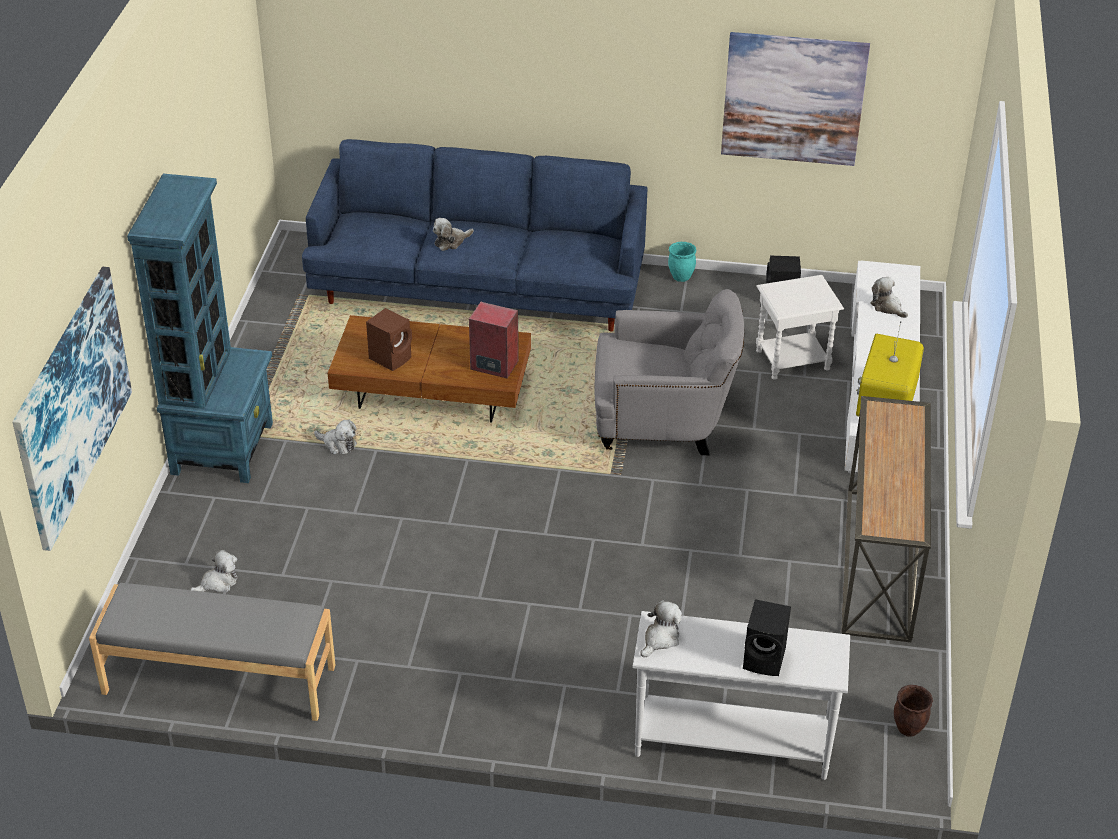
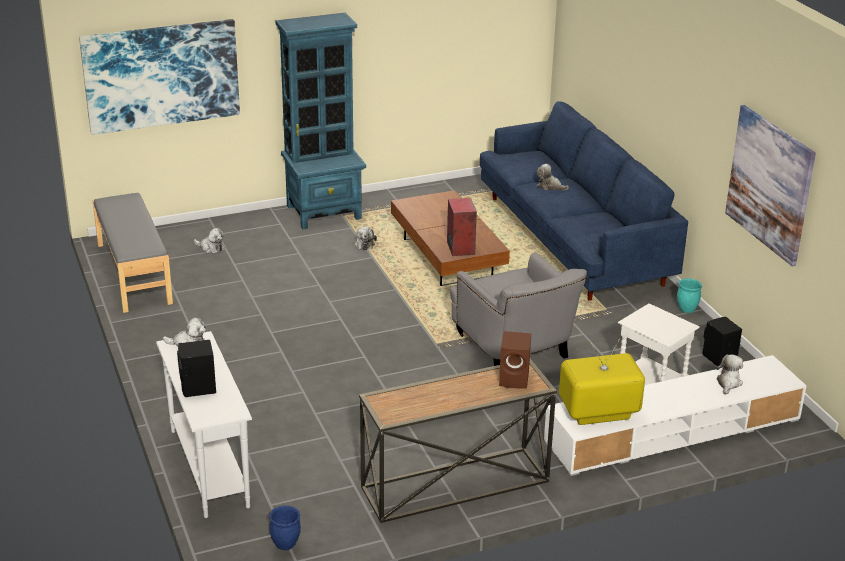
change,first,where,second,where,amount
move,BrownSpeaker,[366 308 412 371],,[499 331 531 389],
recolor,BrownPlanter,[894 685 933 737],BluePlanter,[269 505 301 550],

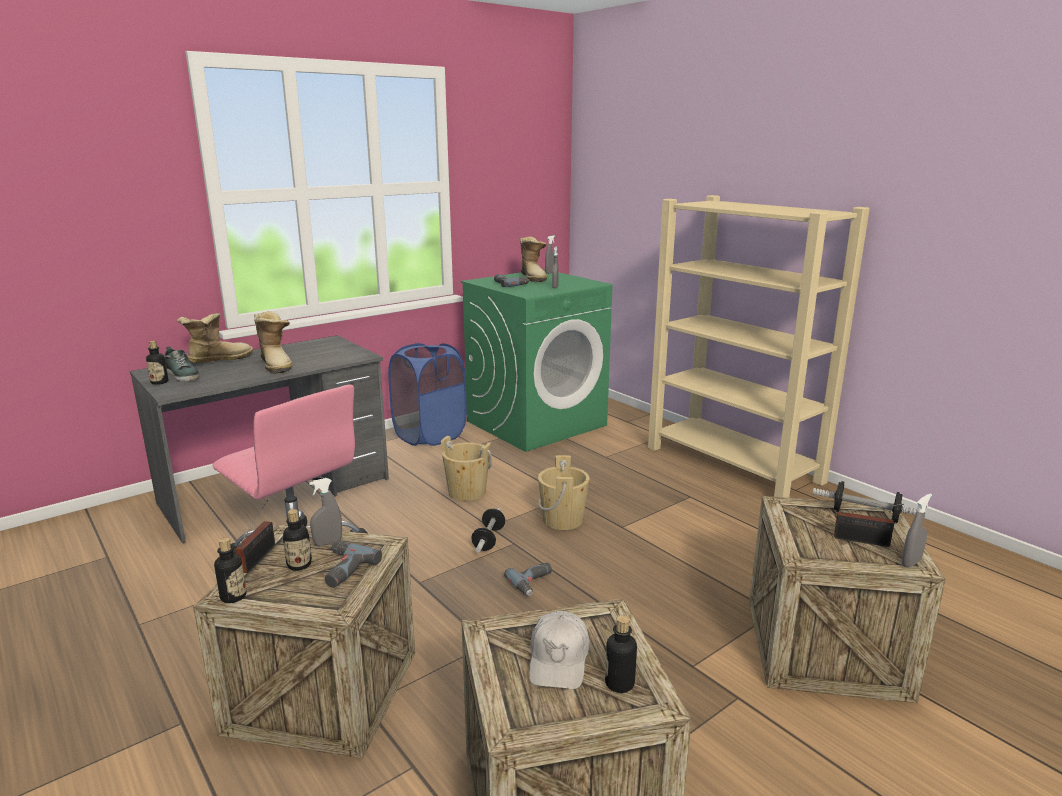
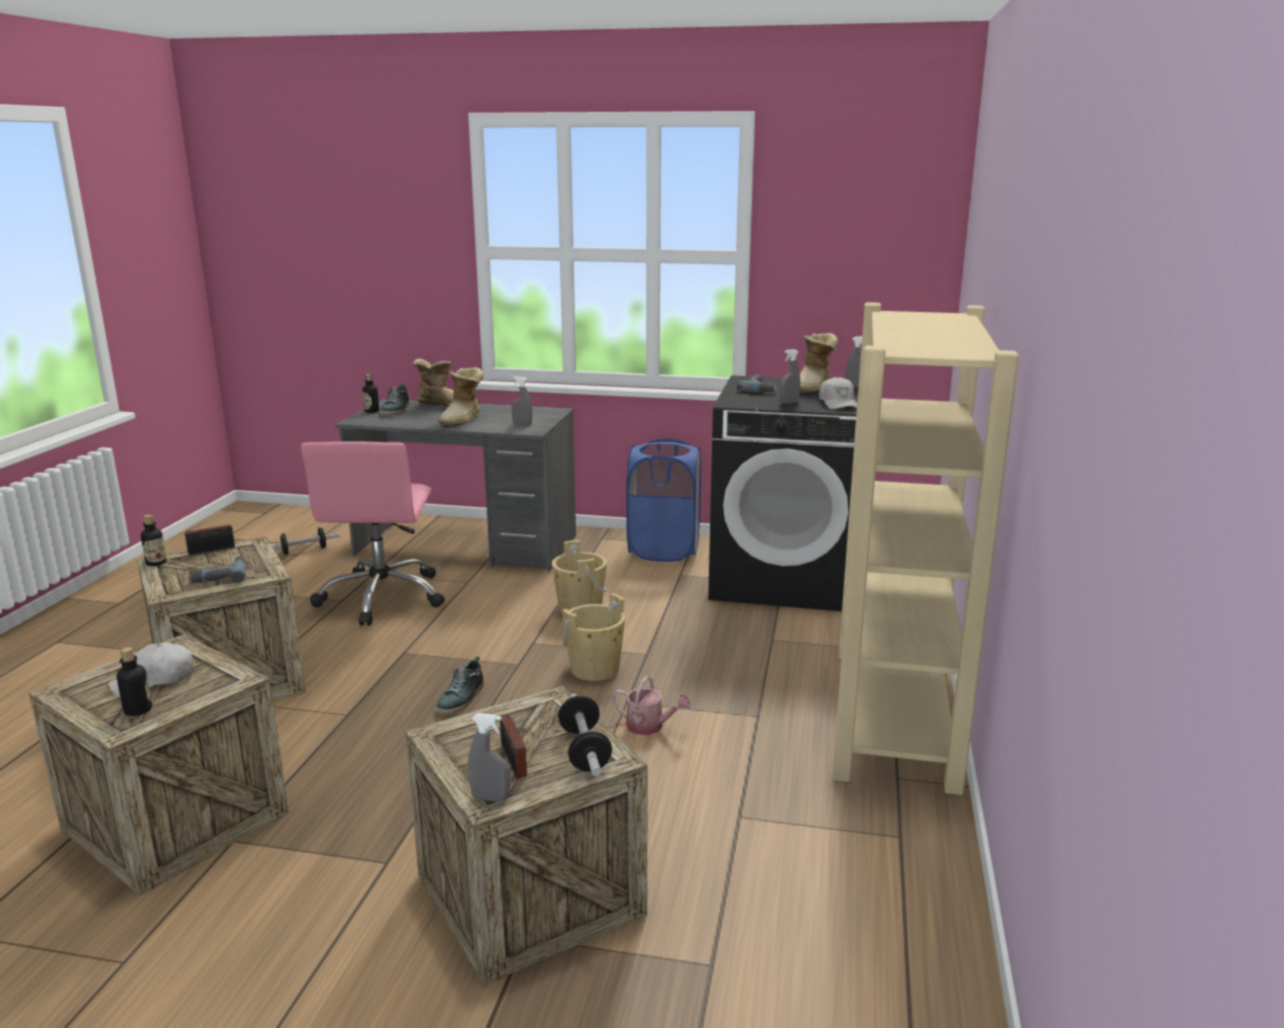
change,first,where,second,where,amount
delete,Bottle,[283 509 312 571],,,
insert,,,WateringCan,[612 676 691 735],
insert,,,WhiteCap,[819 377 857 409],
move,GreySprayBottle,[309 478 342 546],,[511 376 532 425],
move,Dumbbell,[471 508 505 552],,[271 527 340 555],
replace,PowerDrill,[504 562 552 596],Shoe,[436 656 484 715],
recolor,GreenWashingMachine,[461 269 613 452],BlackWashingMachine,[708 375 858 611],

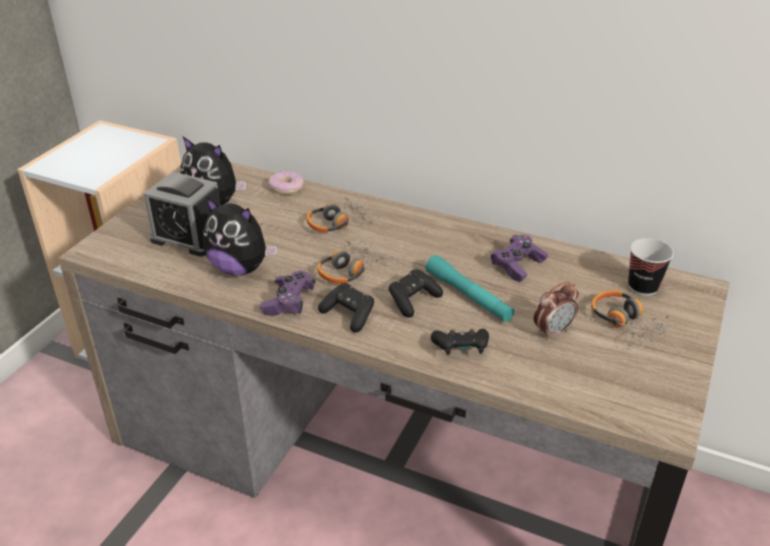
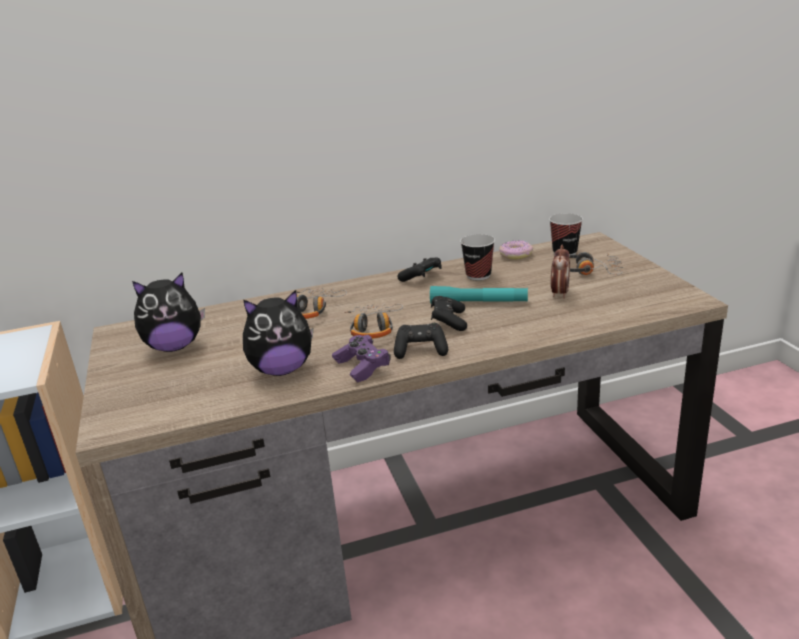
change,first,where,second,where,amount
delete,AlarmClock,[143 172 220 257],,,
move,Donut,[268 171 304 195],,[499 240 533 260],
move,BlackGameController,[431 329 489 355],,[398 258 442 282],
replace,PurpleGameController,[491 235 548 282],Cup,[460 234 495 280],

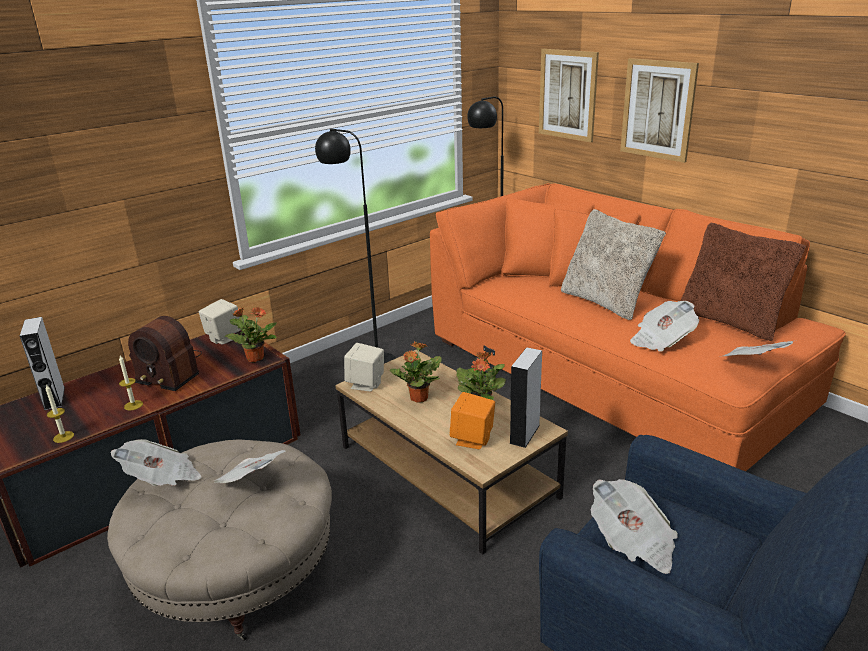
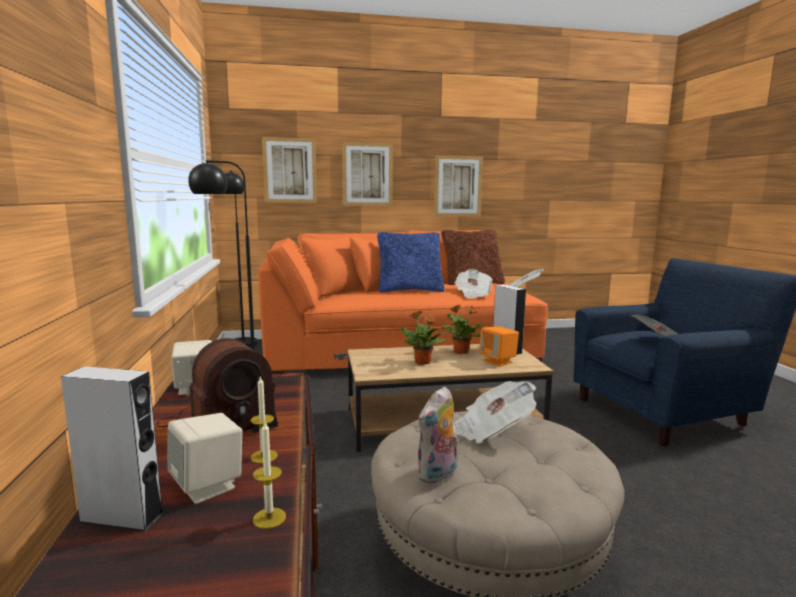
change,first,where,second,where,amount
delete,PottedPlant,[225 307 277 362],,,
insert,,,Picture,[434 155 483 217],
move,BeigeSpeaker,[344 343 384 392],,[167 413 242 504],
replace,Newspaper,[111 439 202 486],PlushToy,[417 386 459 484],
recolor,BeigePillow,[561 209 666 320],BluePillow,[377 232 444 292],

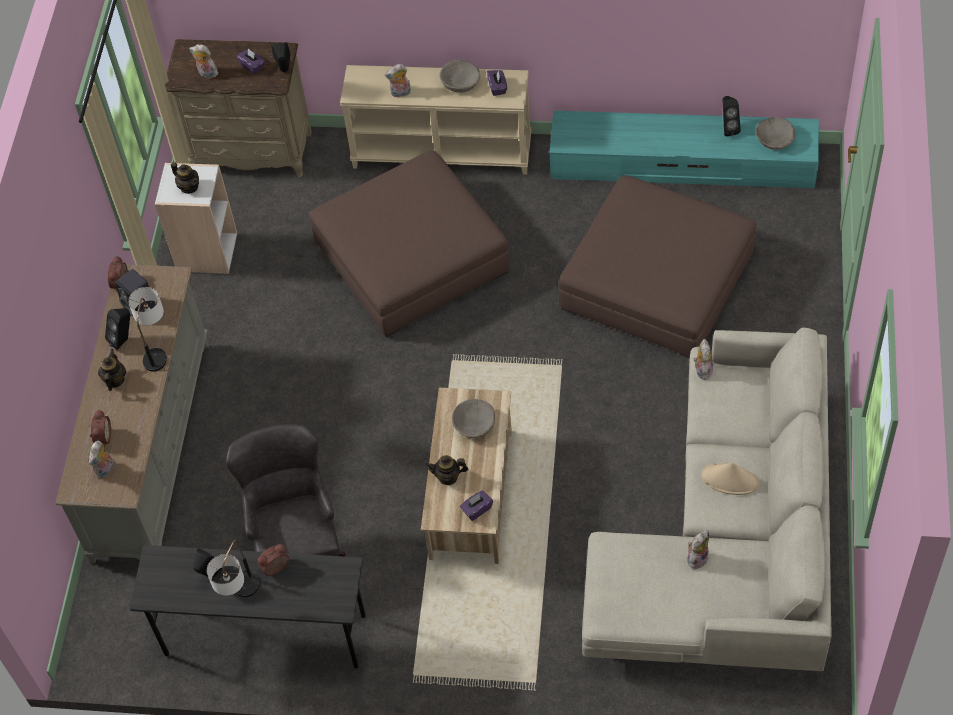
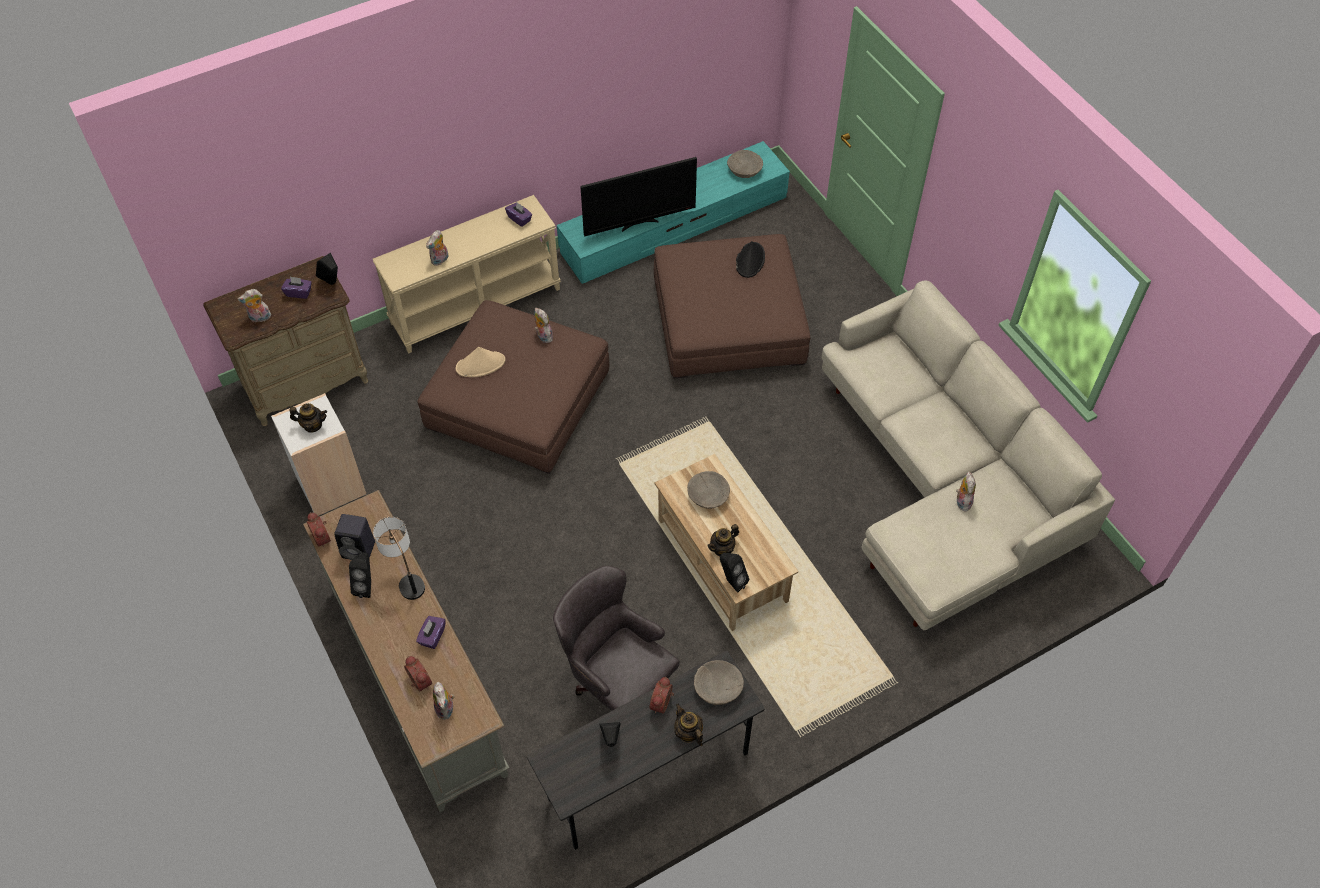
change,first,where,second,where,amount
delete,TableLamp,[207 539 260 597],,,
insert,,,Television,[580 157 697 236],
insert,,,BlackHat,[736 241 765 278],
move,Teapot,[98 349 126 391],,[674 704 703 746],
move,BeigeBowl,[440 60 480 92],,[694 660 744 705],
move,PurpleTissueBox,[460 491 493 521],,[416 616 445 649],
move,PlushToy,[693 339 713 380],,[534 308 553 343],
move,BeigeHat,[701 463 760 495],,[456 347 505 377],
move,BlackSpeaker,[723 96 741 136],,[720 553 749 593],

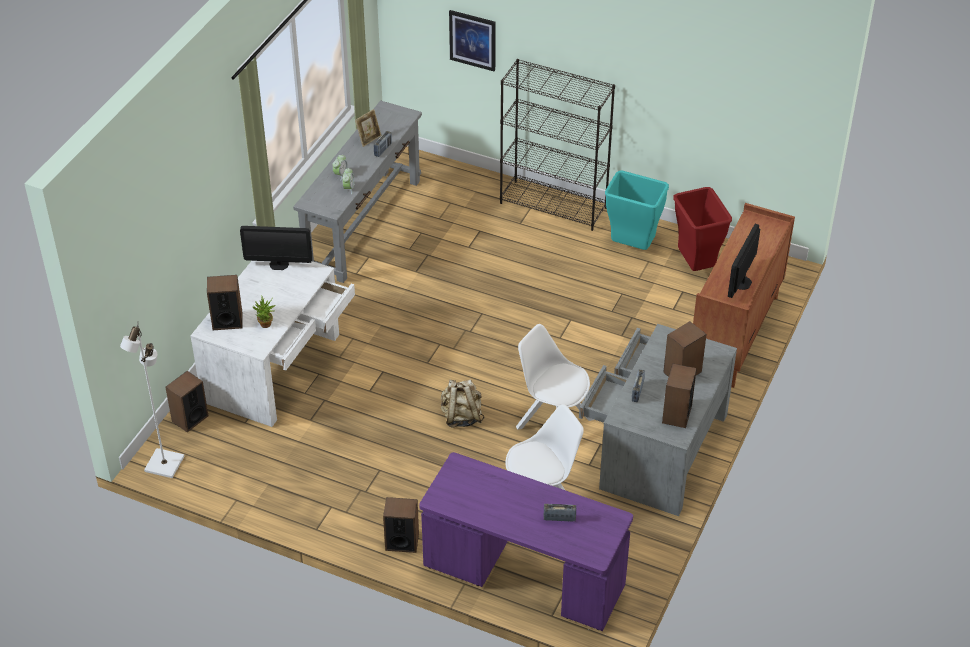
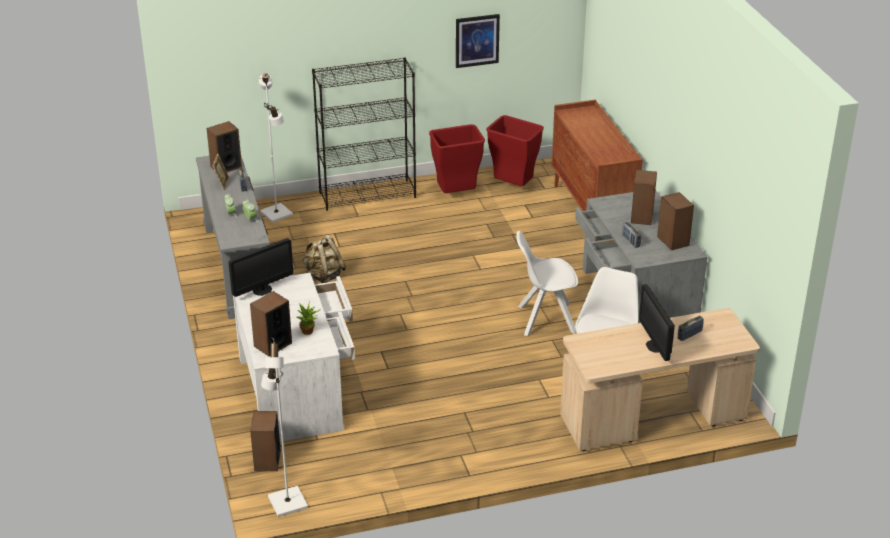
change,first,where,second,where,amount
insert,,,WhiteFloorLamp,[259 73 293 223],
move,Speaker,[383 497 419 553],,[207 121 242 172],
move,BeigeBackpack,[441 379 484 428],,[303 235 346 283],
move,Picture,[449 10 496 71],,[456 14 500 68],
move,Monitor,[728 224 760 298],,[639 284 675 361],
recolor,PurpleDesk,[419 452 633 631],BeigeDesk,[560 308 760 451],
recolor,TurquoiseTrashCan,[605 171 669 250],RedTrashCan,[429 124 485 193],

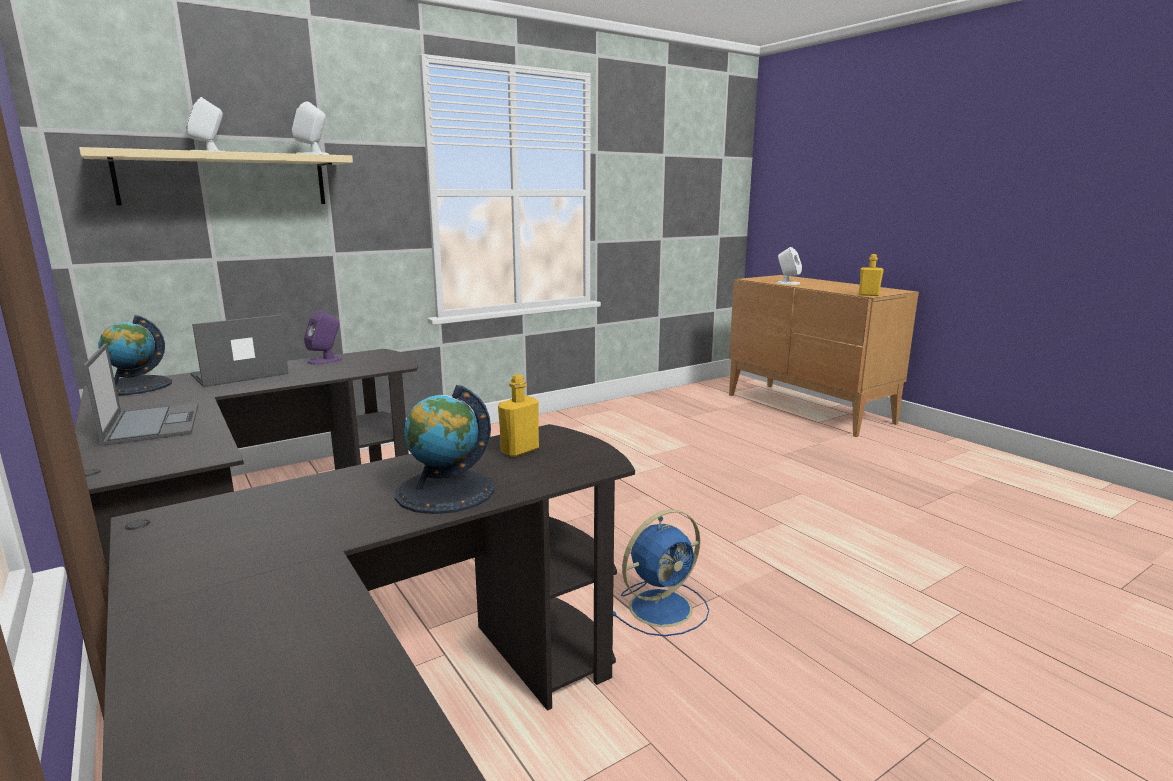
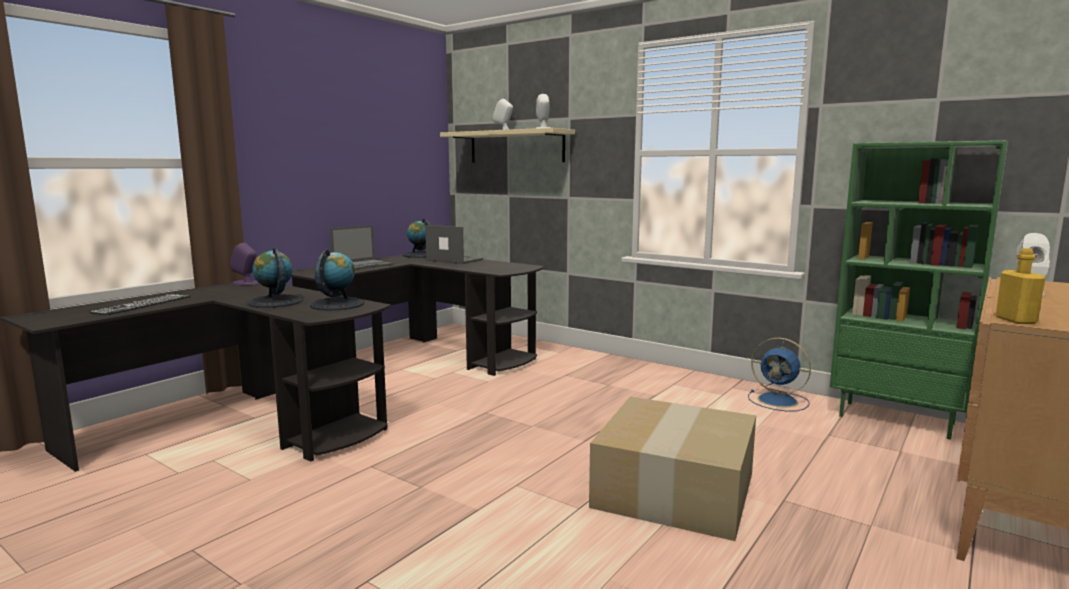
change,first,where,second,where,amount
insert,,,Keyboard,[89 294 190 315],
insert,,,CardboardBox,[589 397 756 541],
insert,,,GreenBookcase,[830 140 1008 440],
move,PurpleSpeaker,[304 310 343 365],,[230 243 259 285],
move,BlueFan,[613 509 709 636],,[748 338 811 411],
replace,YellowBottle,[498 374 539 457],Globe,[310 249 364 311],

